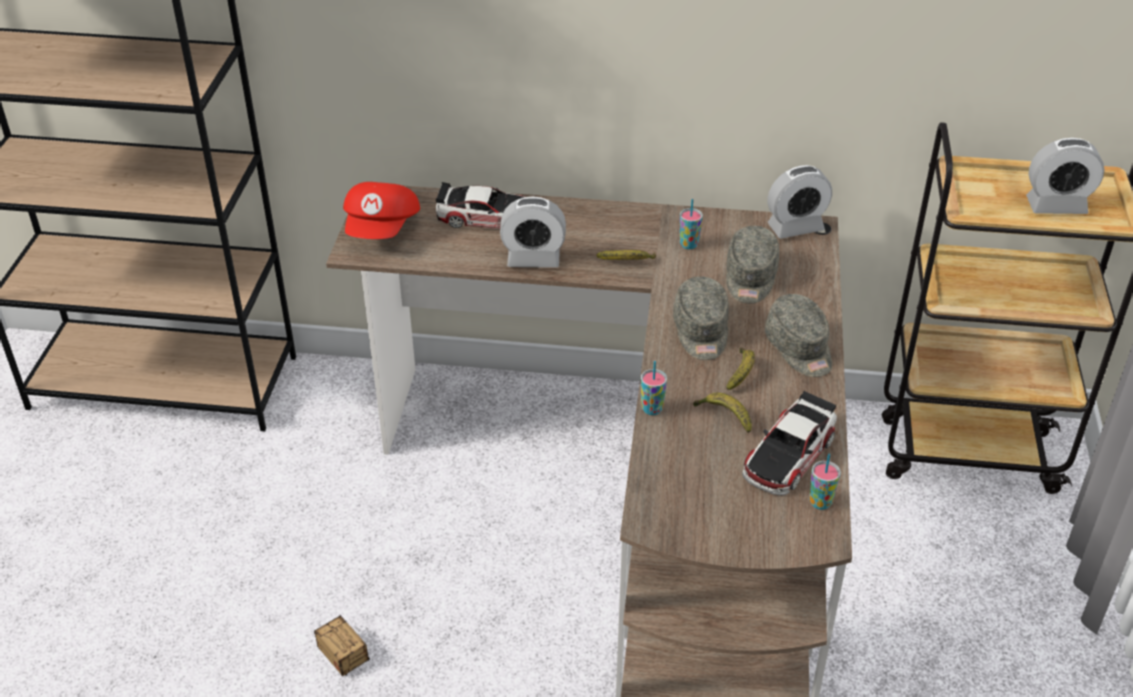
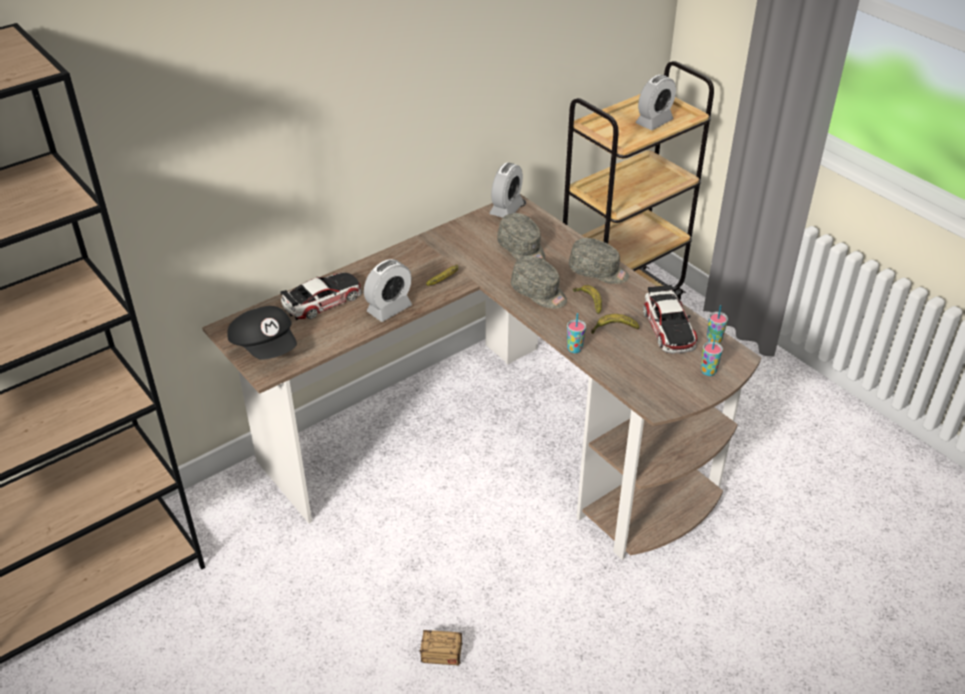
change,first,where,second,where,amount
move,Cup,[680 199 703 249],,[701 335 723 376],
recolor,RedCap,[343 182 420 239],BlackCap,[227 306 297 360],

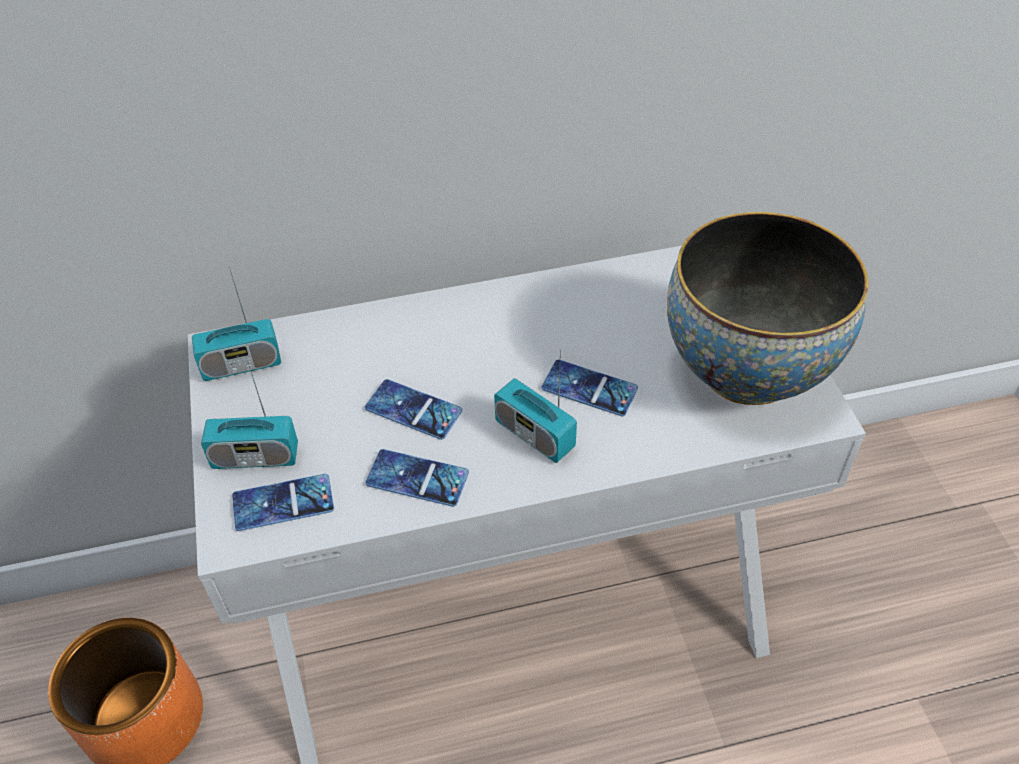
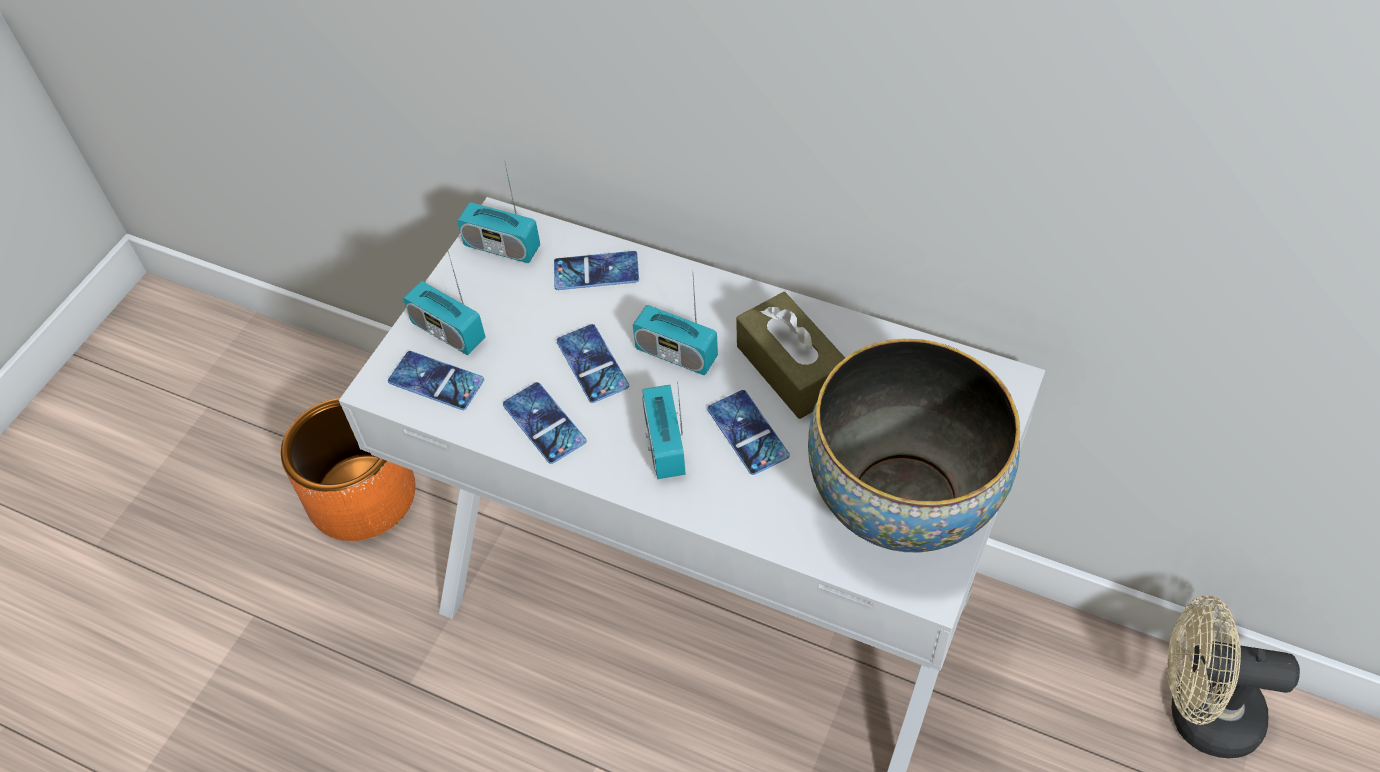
change,first,where,second,where,amount
insert,,,Phone,[554 251 639 290],
insert,,,Radio,[633 278 718 375],
insert,,,BrownTissueBox,[736 292 845 419],
insert,,,BeigeFan,[1167 596 1300 758],

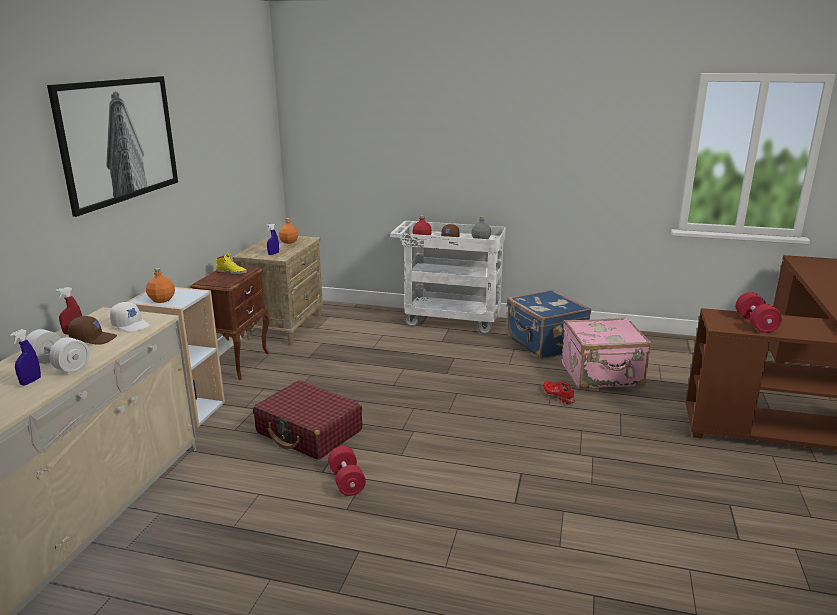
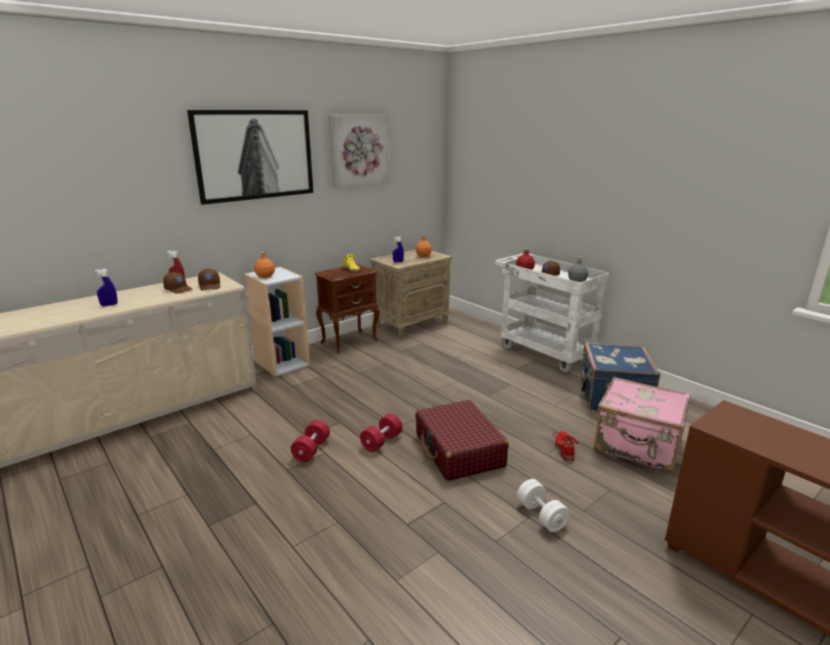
change,first,where,second,where,amount
insert,,,Picture,[329 114 390 188],
move,WhiteDumbbell,[25 329 89 373],,[517 479 570 532],
move,RedSuitcase,[253 381 362 460],,[415 400 509 481],
move,RedDumbbell,[736 292 782 333],,[360 413 402 452],
recolor,WhiteCap,[110 302 150 333],BrownCap,[198 269 220 290],

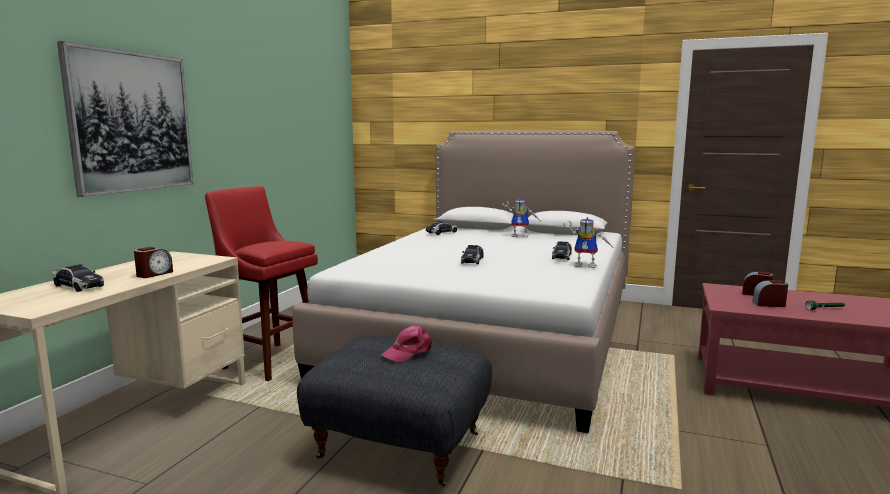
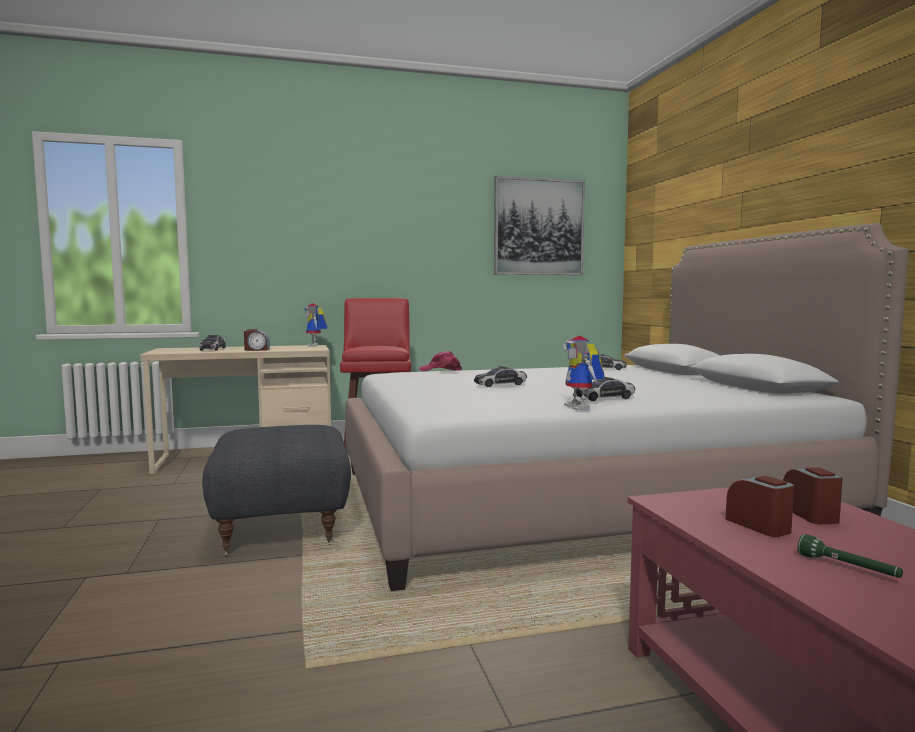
change,first,where,second,where,amount
move,Picture,[57 41 194 197],,[494 176 585 275],
move,PinkCap,[380 325 432 363],,[418 351 462 371],
move,ToyRobot,[502 198 540 238],,[304 304 327 347],

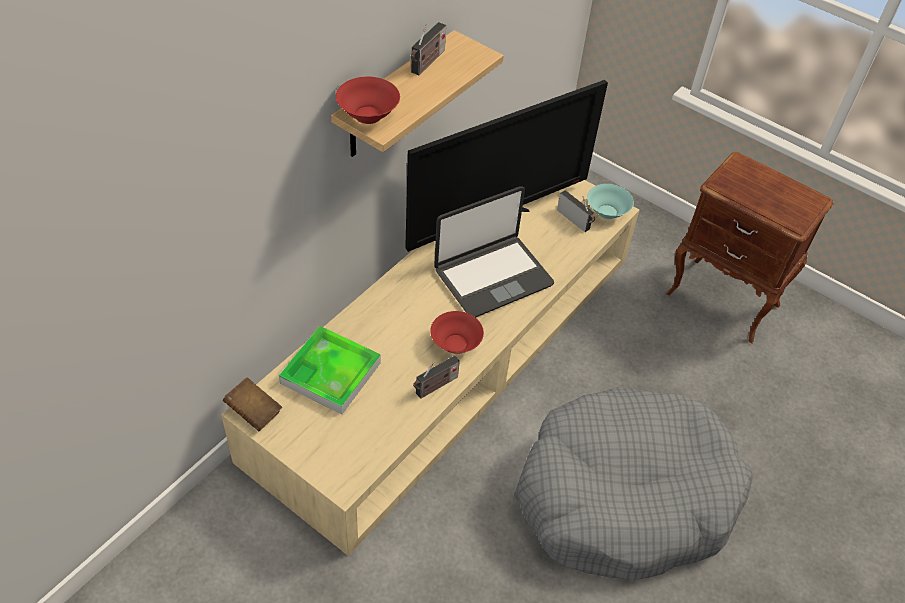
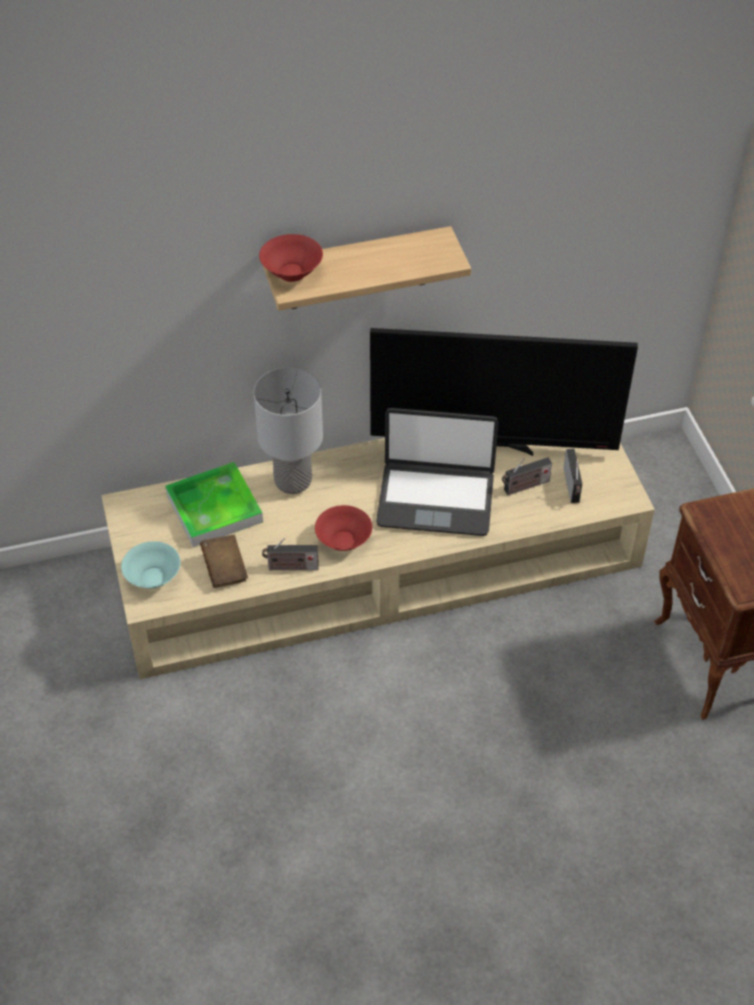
change,first,where,second,where,amount
delete,GreyDogBed,[514 387 752 580],,,
insert,,,GreyTableLamp,[254 367 323 494],
move,BrownBook,[223 377 282 431],,[200 534 248 588],
move,Radio,[411 22 446 75],,[502 457 552 495],
move,TurquoiseBowl,[587 184 634 219],,[121 541 180 588],

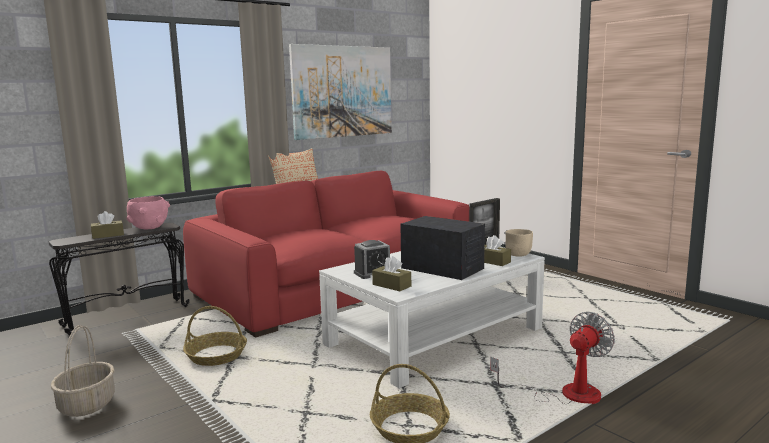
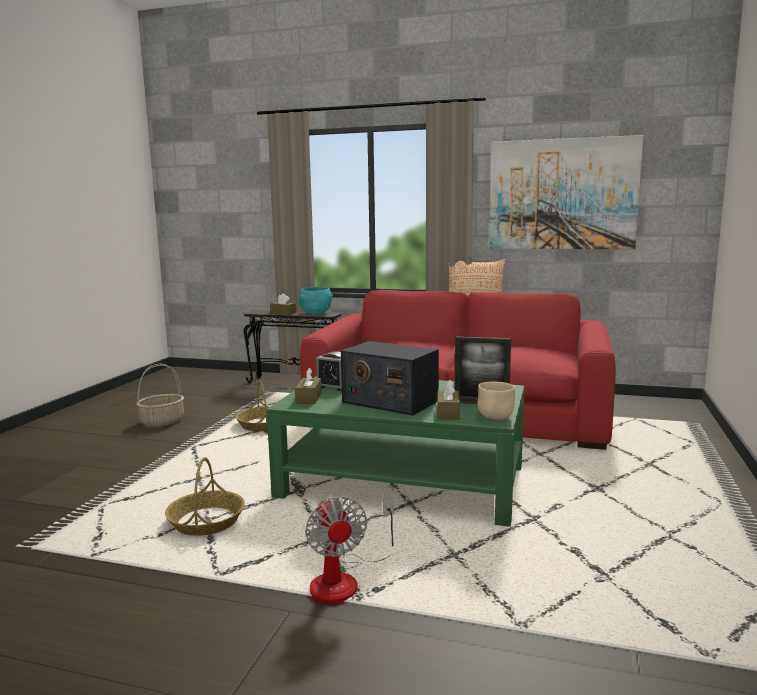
change,first,where,second,where,amount
recolor,PinkBowl,[127 196 170 230],TurquoiseBowl,[298 287 333 315],
recolor,WhiteCoffeeTable,[319 247 545 388],GreenCoffeeTable,[267 376 524 527],
rotate,Radio,[400 216 485 280],,[341 341 439 416],120 degrees clockwise
rotate,Fan,[490 312 615 405],,[305 497 394 604],60 degrees clockwise

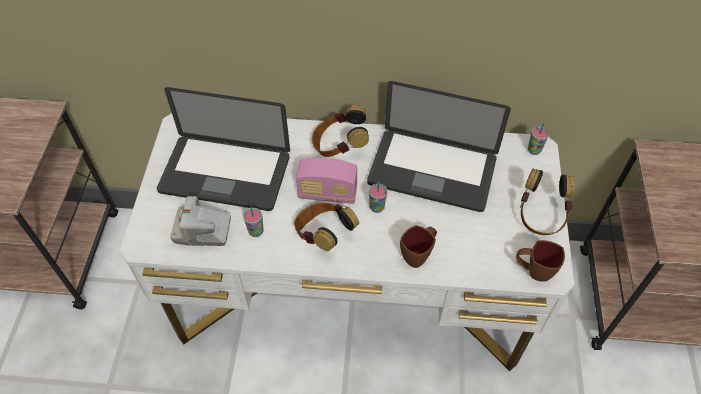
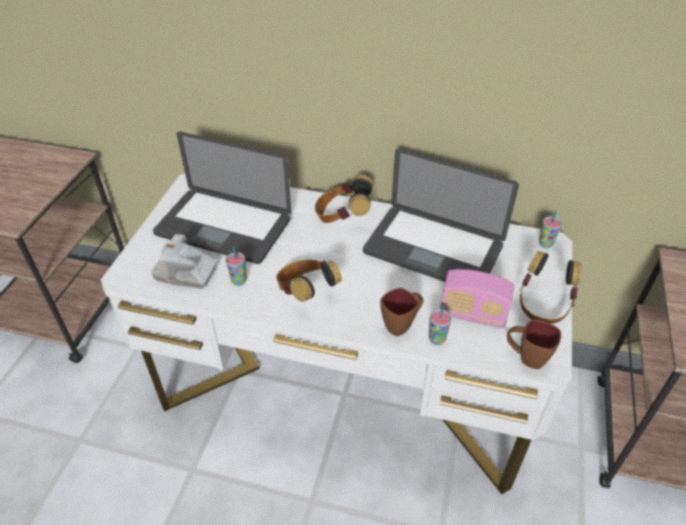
change,first,where,second,where,amount
move,Radio,[296 158 358 204],,[440 269 514 329],
move,Cup,[369 181 387 213],,[429 305 452 345],

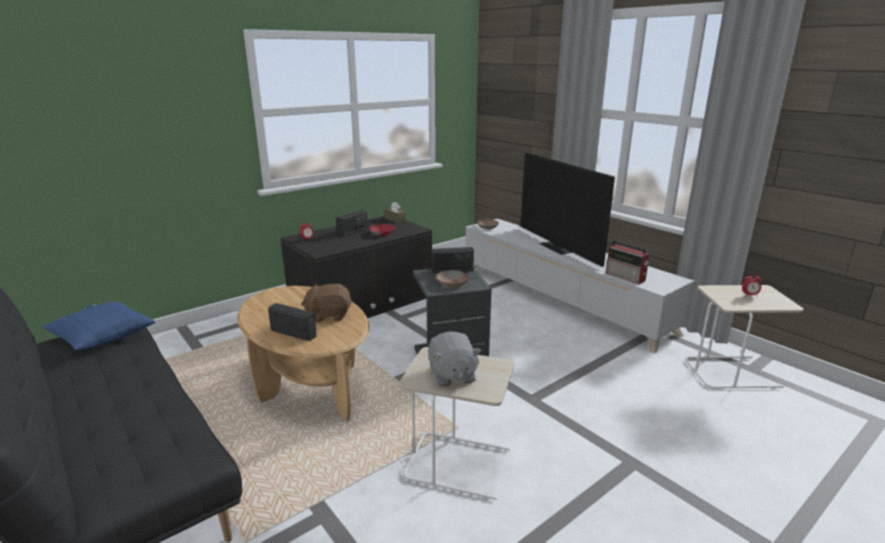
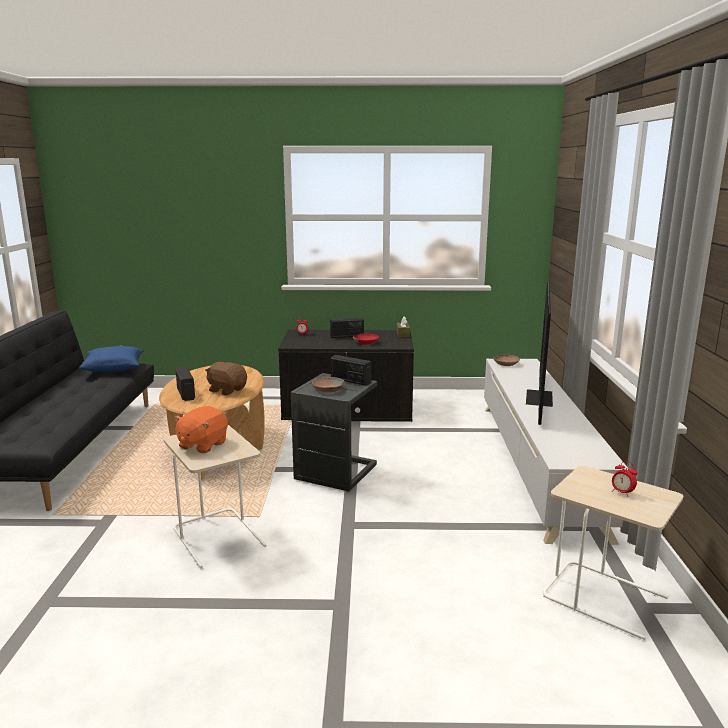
change,first,where,second,where,amount
delete,Radio,[606 240 650 284],,,
recolor,GreyPlushToy,[428 332 482 387],OrangePlushToy,[174 406 228 453],

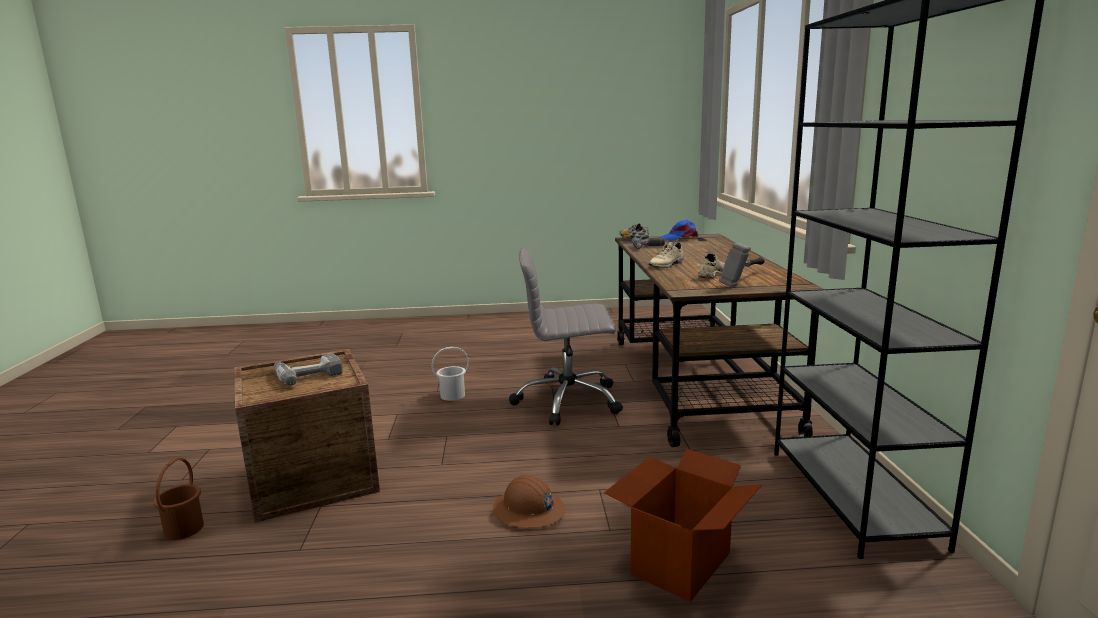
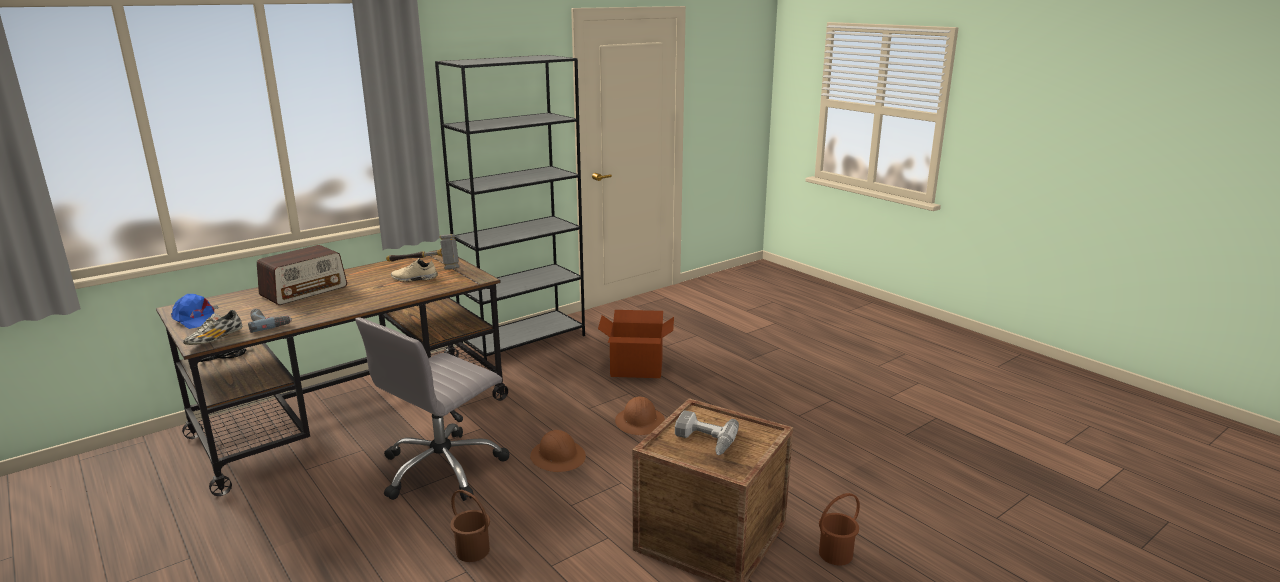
change,first,where,second,where,amount
delete,BeigeShoe,[648 242 684 268],,,
insert,,,Radio,[257 245 347 305],
insert,,,BrownHardHat,[530 430 586 472],
recolor,WhiteBucket,[432 347 469 401],BrownBucket,[450 490 490 562],
rotate,GreyOfficeChair,[509 248 623 426],,[355 317 510 501],75 degrees clockwise

